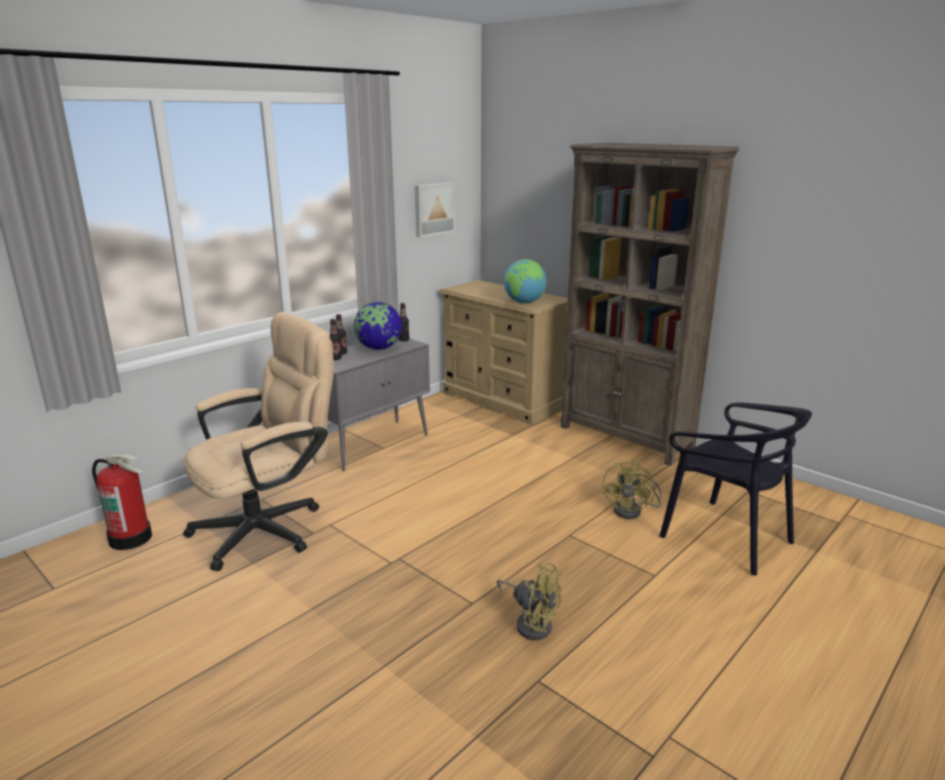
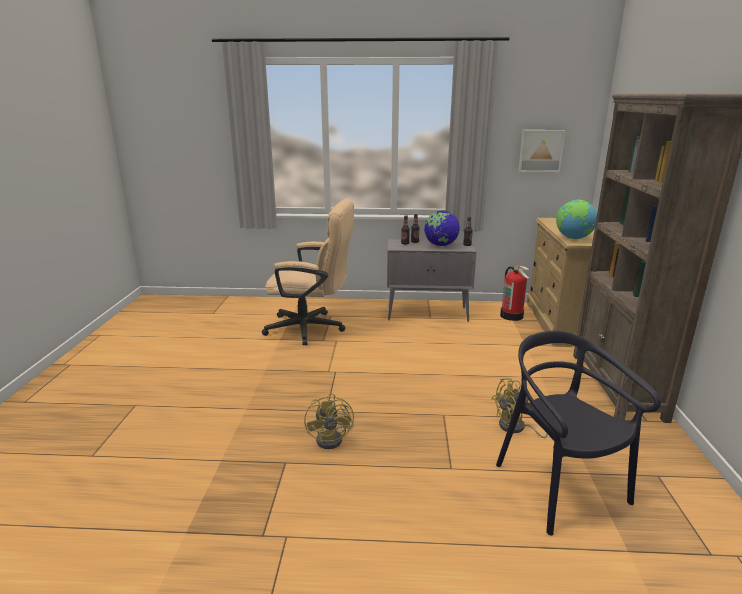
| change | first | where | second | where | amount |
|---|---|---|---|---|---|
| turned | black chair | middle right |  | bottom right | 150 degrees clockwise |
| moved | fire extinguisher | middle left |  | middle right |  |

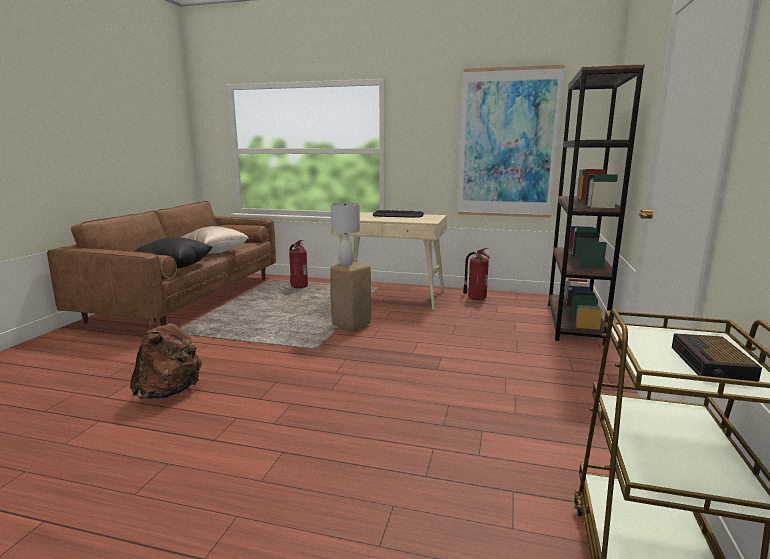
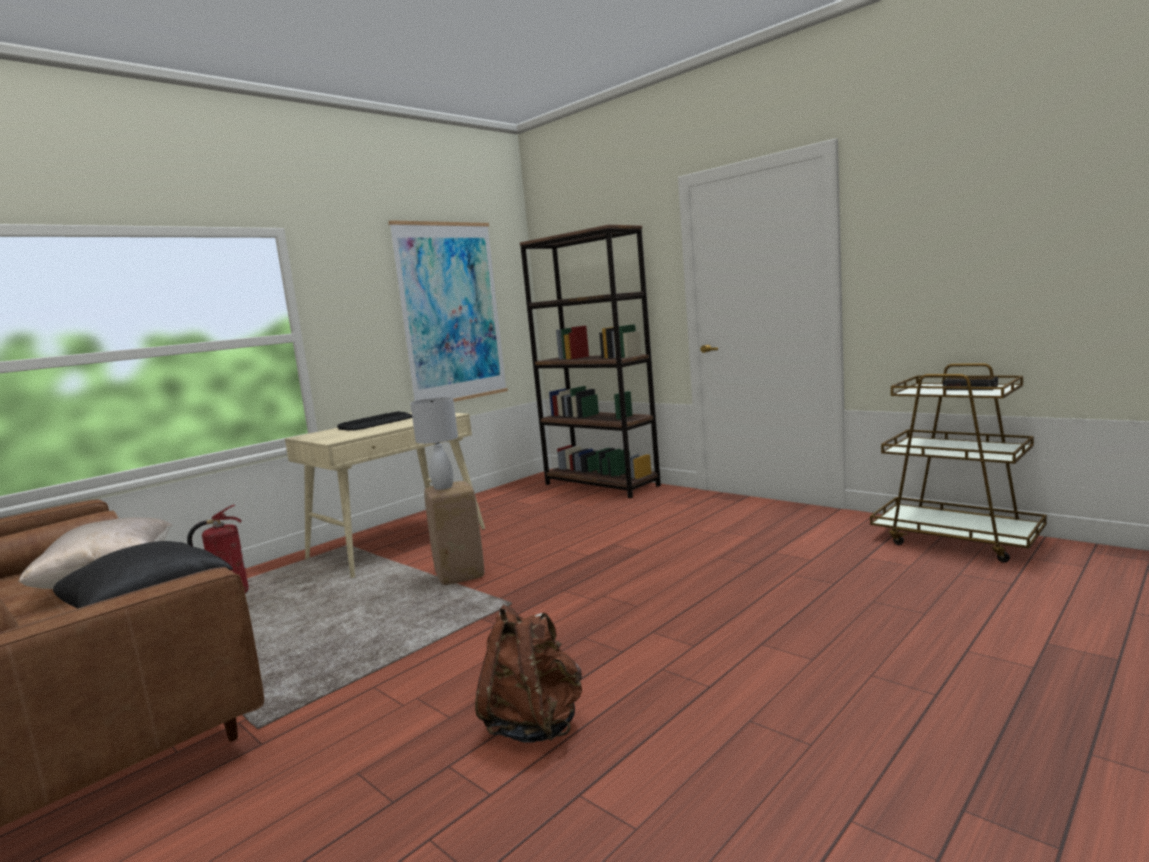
| change | first | where | second | where | amount |
|---|---|---|---|---|---|
| removed | fire extinguisher (2nd from left) | centre |  |  |  |

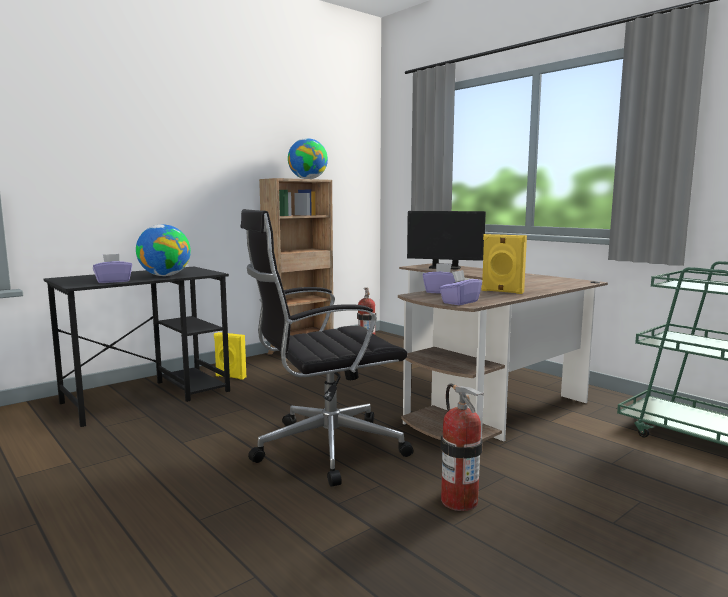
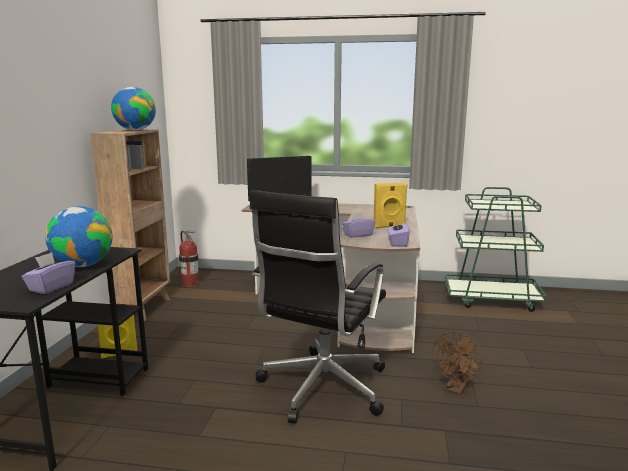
| change | first | where | second | where | amount |
|---|---|---|---|---|---|
| replaced | fire extinguisher (2nd from left) | bottom centre | brown fan | bottom right |  |

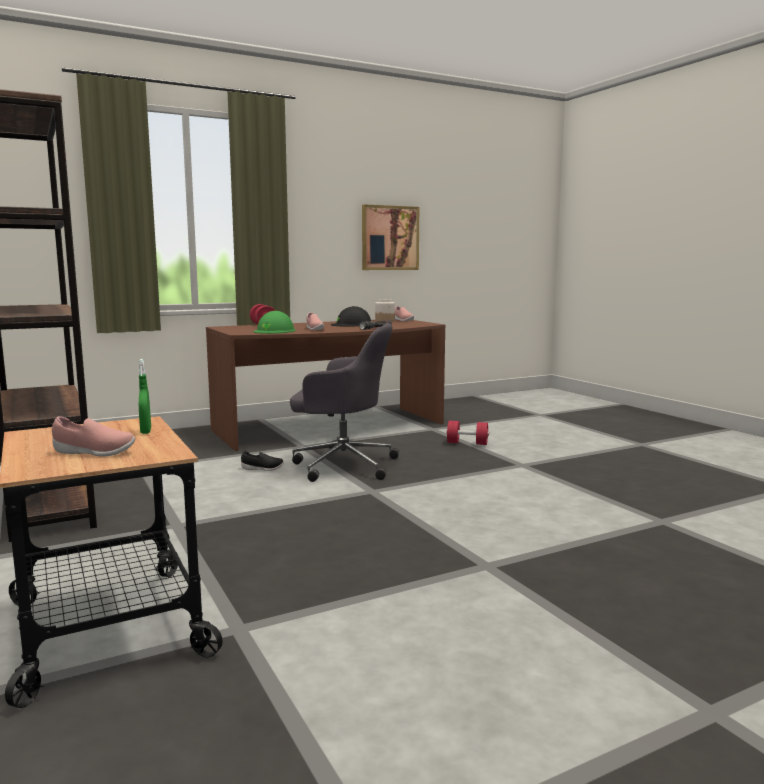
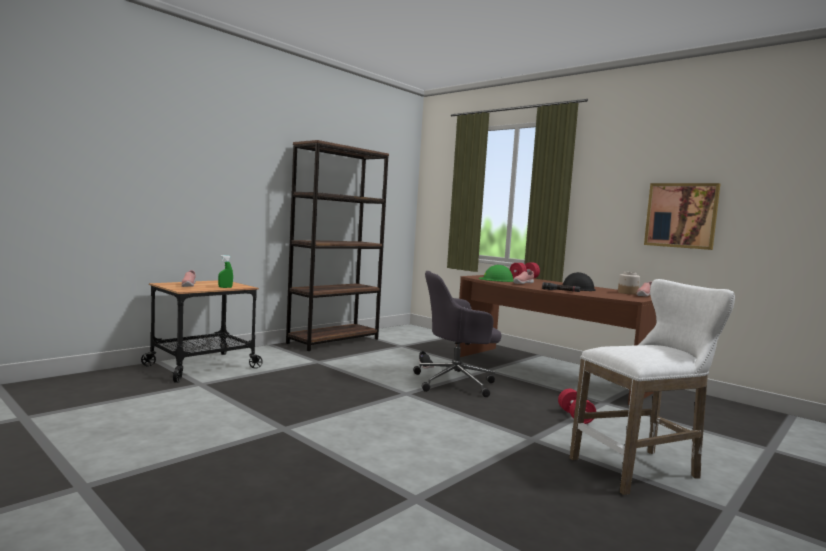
| change | first | where | second | where | amount |
|---|---|---|---|---|---|
| turned | grey office chair | centre |  | centre | 90 degrees clockwise |
| added |  |  | white stool | bottom right |  |

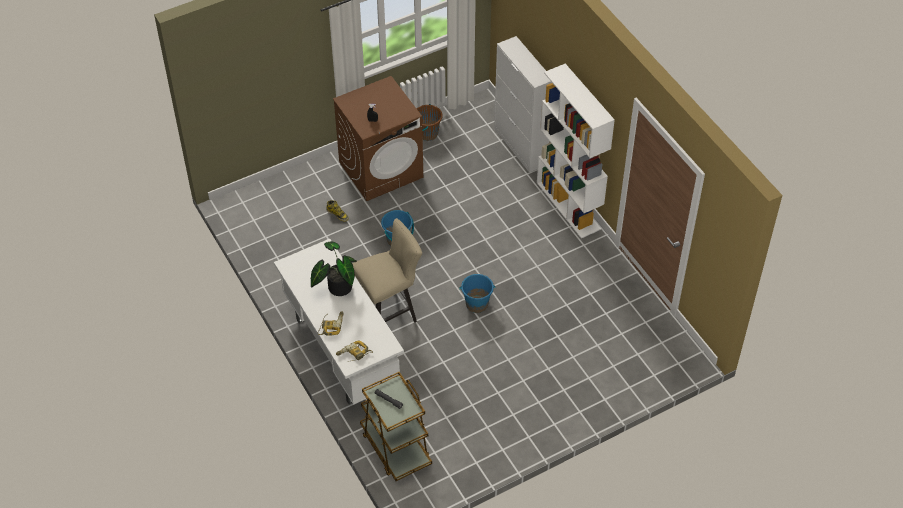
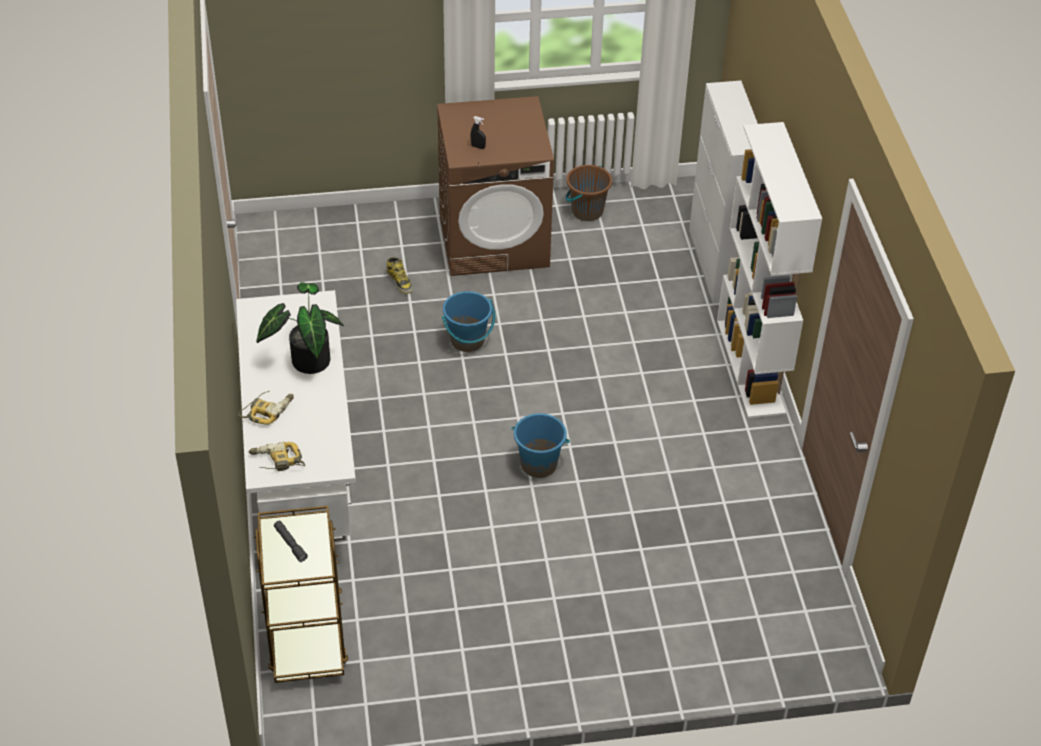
| change | first | where | second | where | amount |
|---|---|---|---|---|---|
| removed | beige stool | centre |  |  |  |

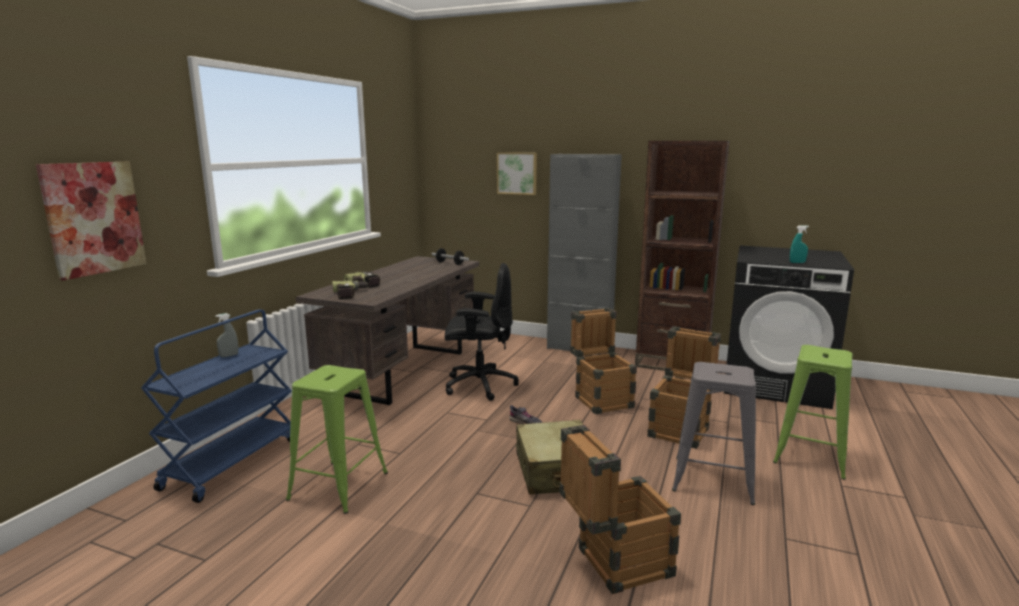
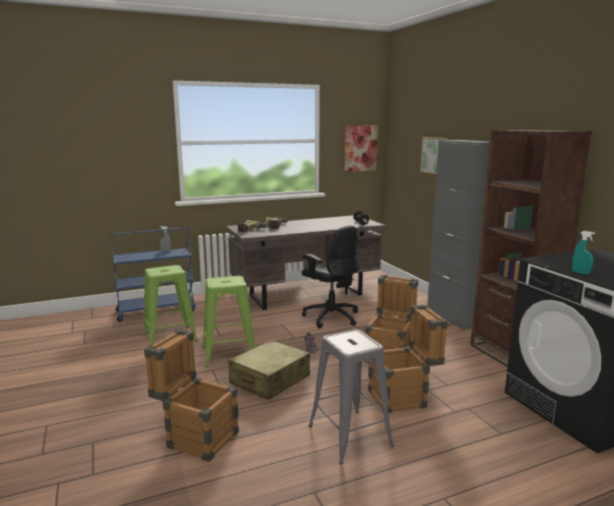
| change | first | where | second | where | amount |
|---|---|---|---|---|---|
| moved | green stool (2nd from left) | bottom right |  | centre |  |
| moved | picture (1st from left) | middle left |  | top centre |  |

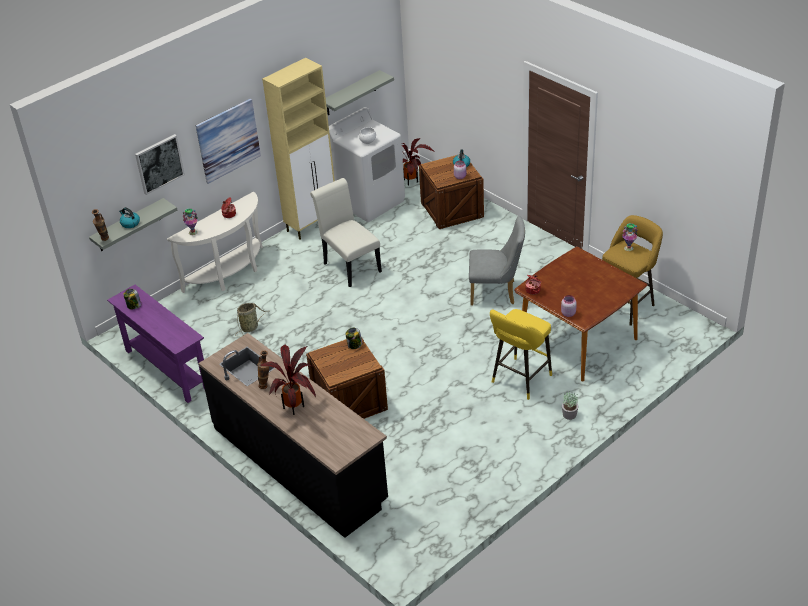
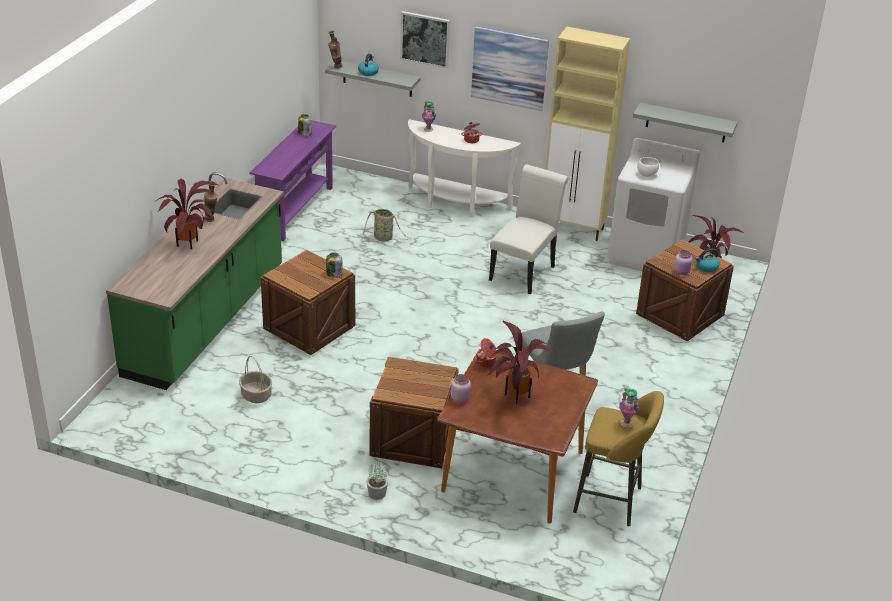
| change | first | where | second | where | amount |
|---|---|---|---|---|---|
| recoloured | black counter | bottom centre | green counter | middle left |  |
| added |  |  | basket (1st from left) | middle left |  |
| replaced | yellow stool (1st from left) | centre | crate (2nd from left) | bottom centre |  |
| added |  |  | potted plant (3rd from left) | centre |  |

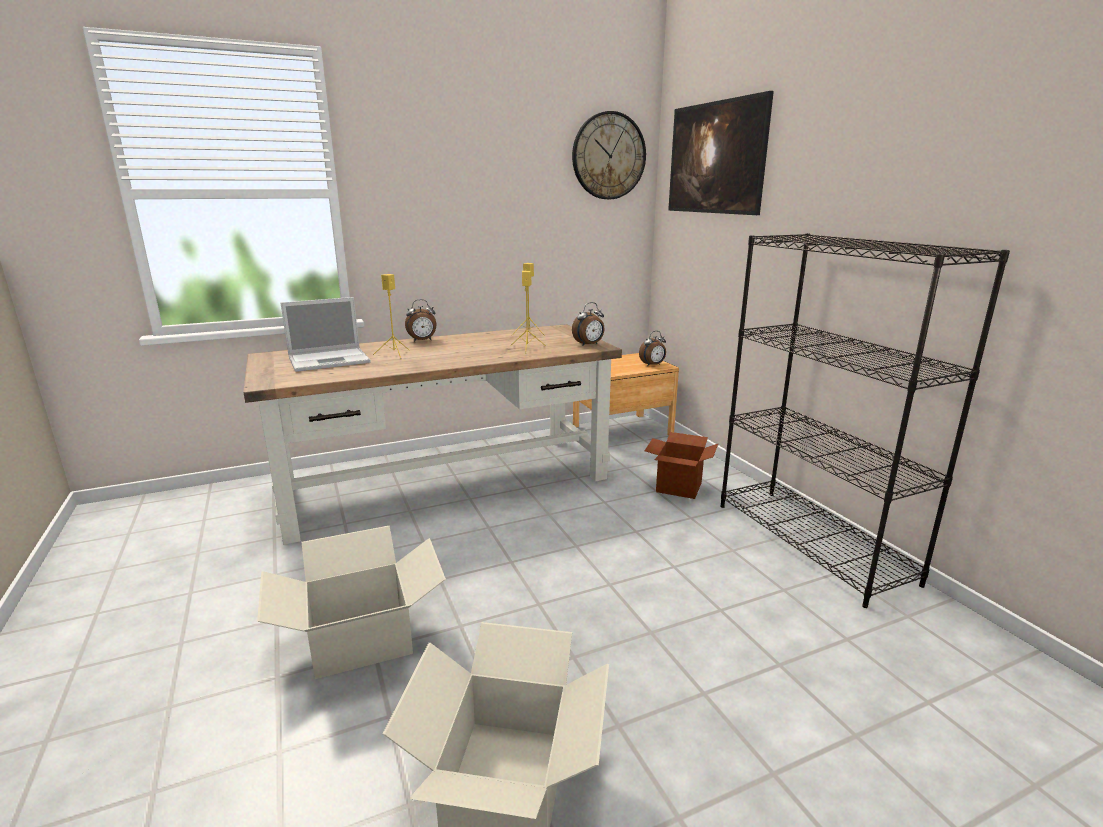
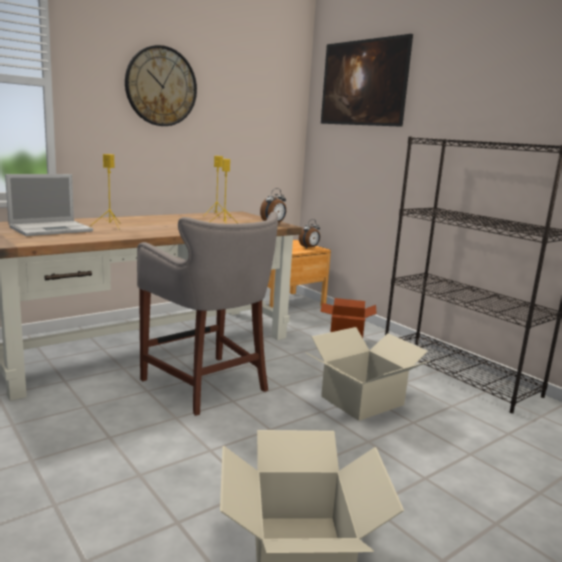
| change | first | where | second | where | amount |
|---|---|---|---|---|---|
| moved | wall clock | top centre |  | top left |  |
| added |  |  | grey stool | centre |  |
| moved | cardboard box (1st from left in the first image) | bottom left | cardboard box (3rd from left) | centre |  |
| removed | alarm clock (1st from left) | centre |  |  |  |

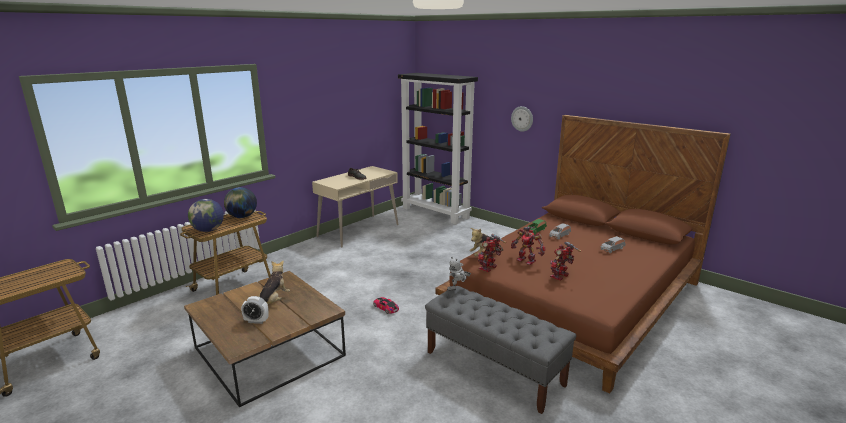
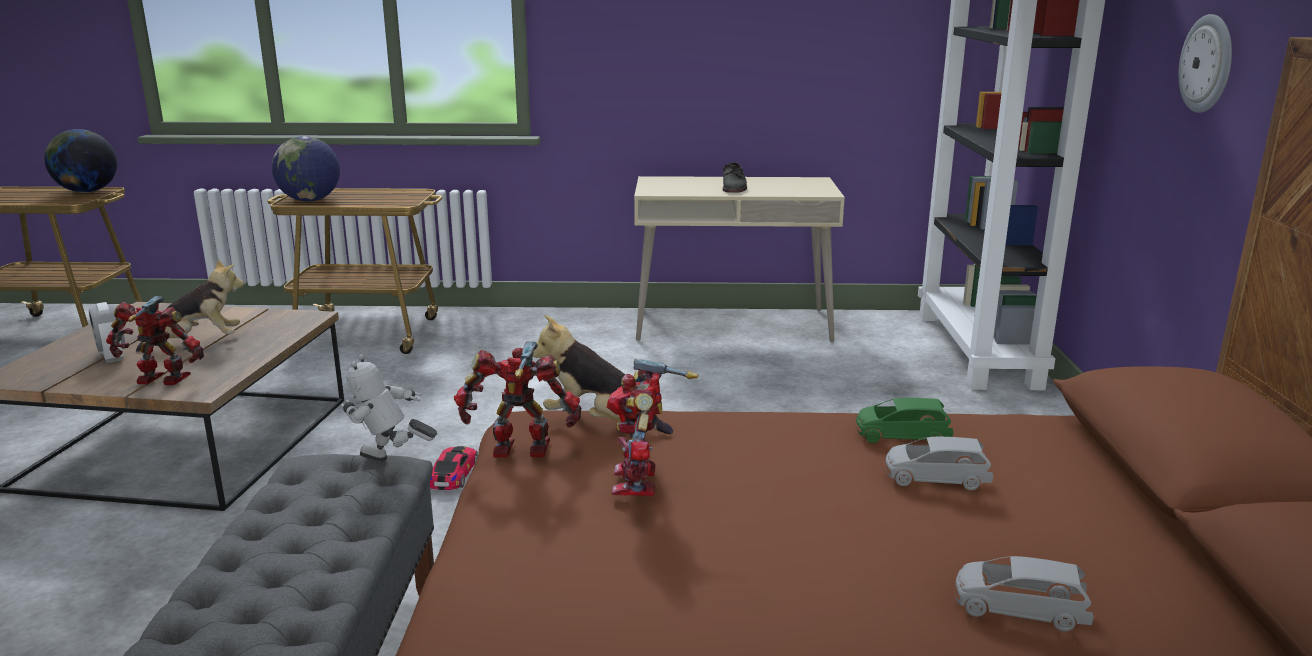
| change | first | where | second | where | amount |
|---|---|---|---|---|---|
| moved | globe (2nd from left in the first image) | middle left | globe (1st from left) | top left |  |
| moved | toy robot (4th from left in the first image) | middle right | toy robot (1st from left) | middle left |  |

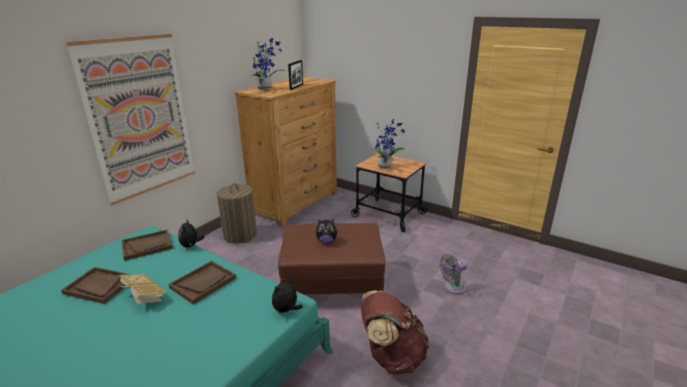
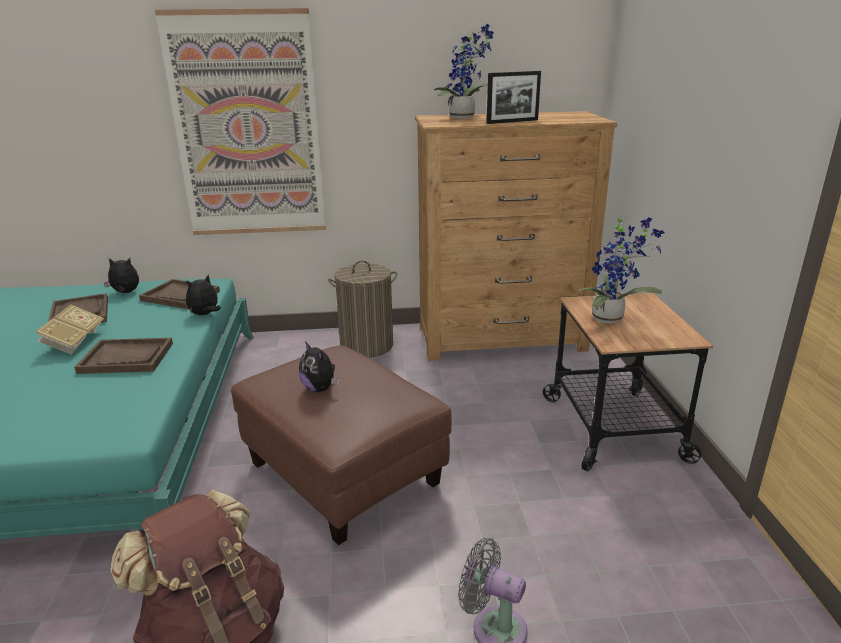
| change | first | where | second | where | amount |
|---|---|---|---|---|---|
| moved | plush toy (2nd from left in the first image) | bottom centre | plush toy (1st from left) | middle left |  |

